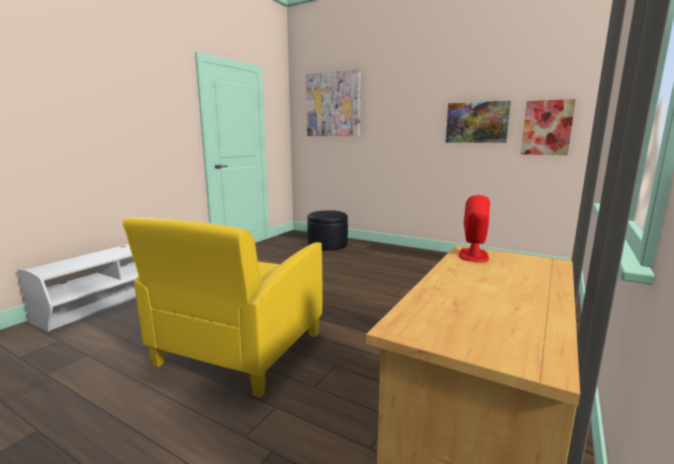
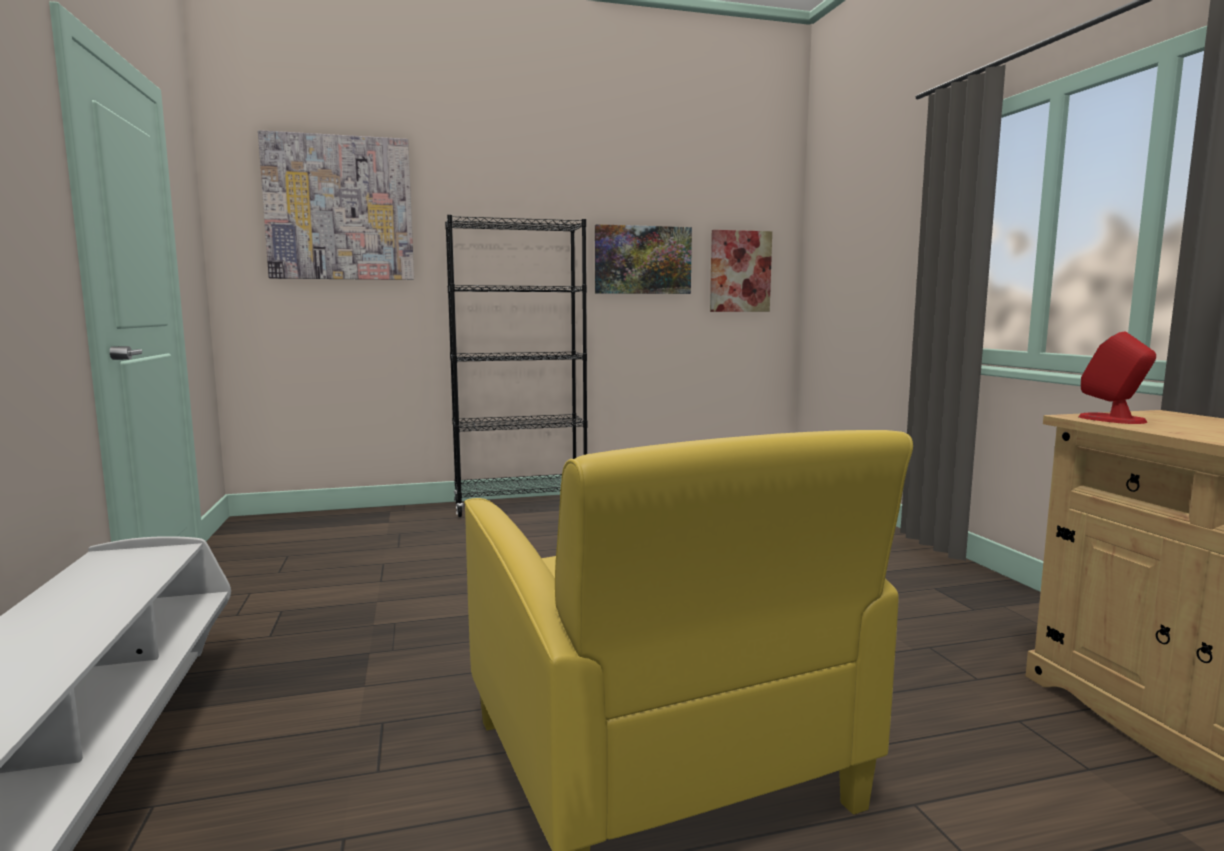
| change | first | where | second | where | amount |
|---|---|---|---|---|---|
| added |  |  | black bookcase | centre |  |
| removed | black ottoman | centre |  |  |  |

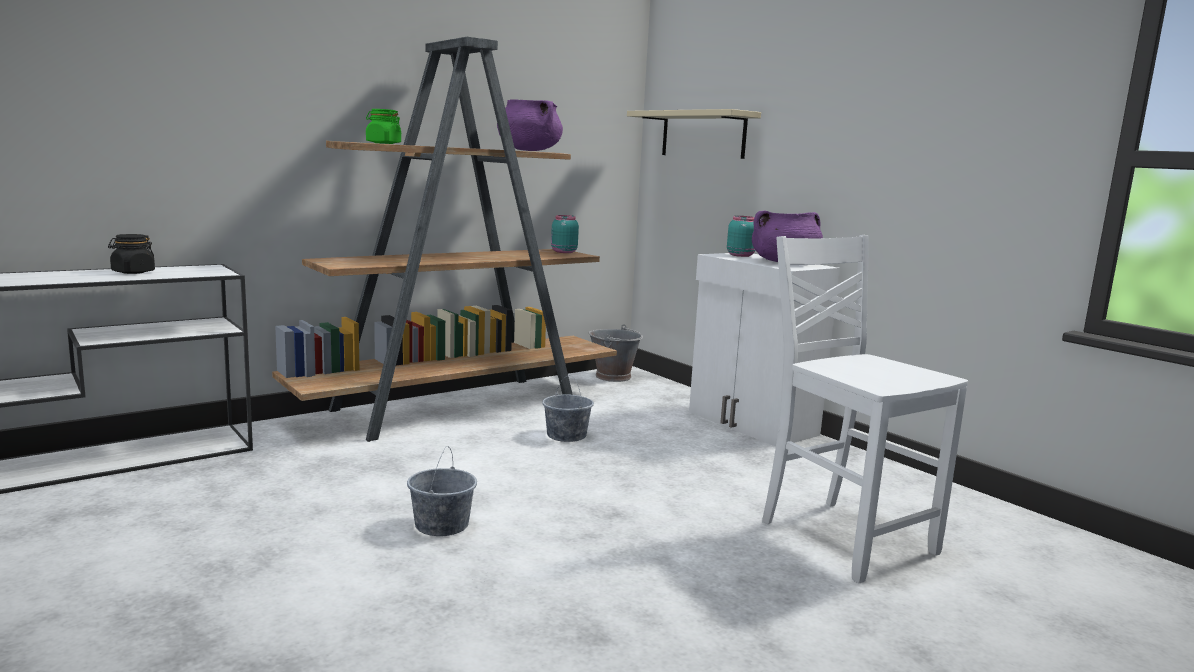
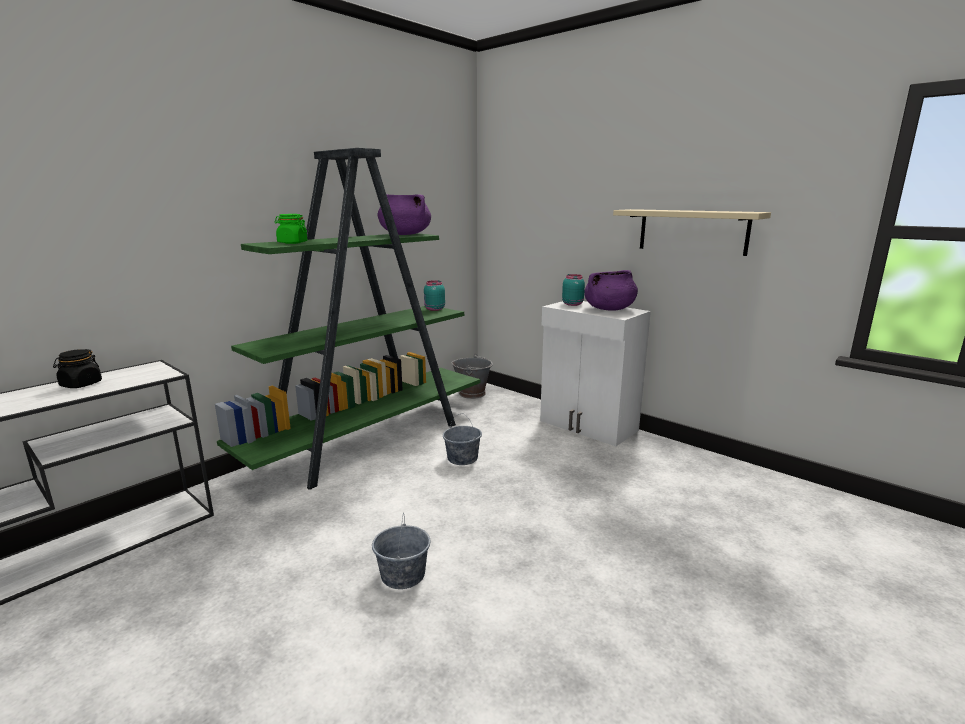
| change | first | where | second | where | amount |
|---|---|---|---|---|---|
| recoloured | brown bookcase | centre | green bookcase | centre |  |
| moved | beige shelf | top centre |  | top right |  |
| removed | white chair | middle right |  |  |  |

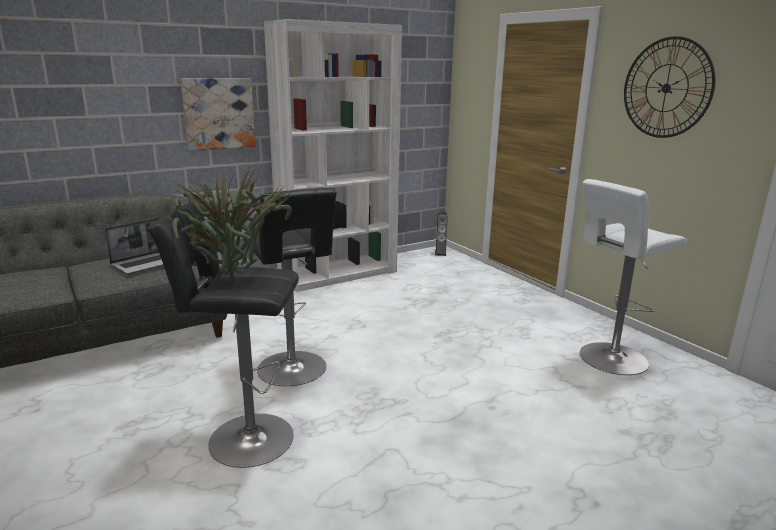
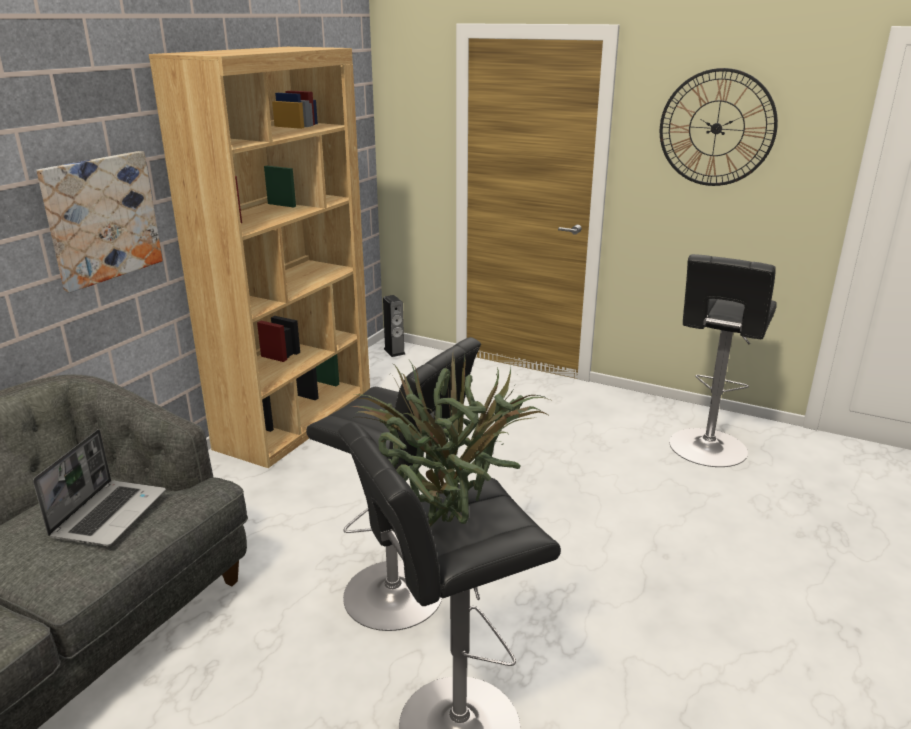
| change | first | where | second | where | amount |
|---|---|---|---|---|---|
| recoloured | white bookcase | top centre | brown bookcase | middle left |  |
| recoloured | white stool | middle right | black stool (3rd from left) | middle right |  |

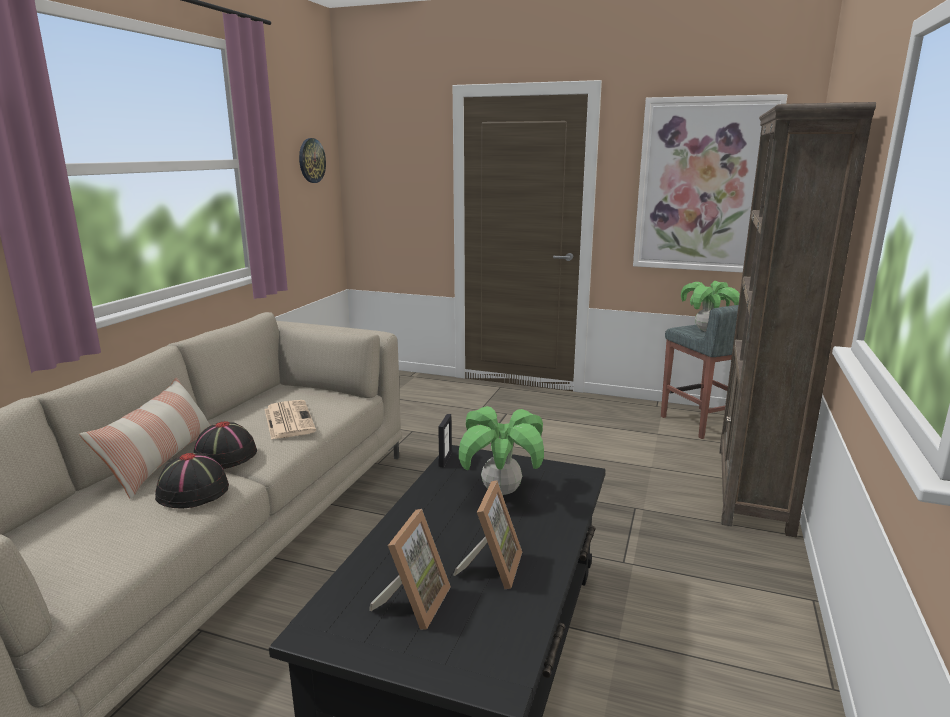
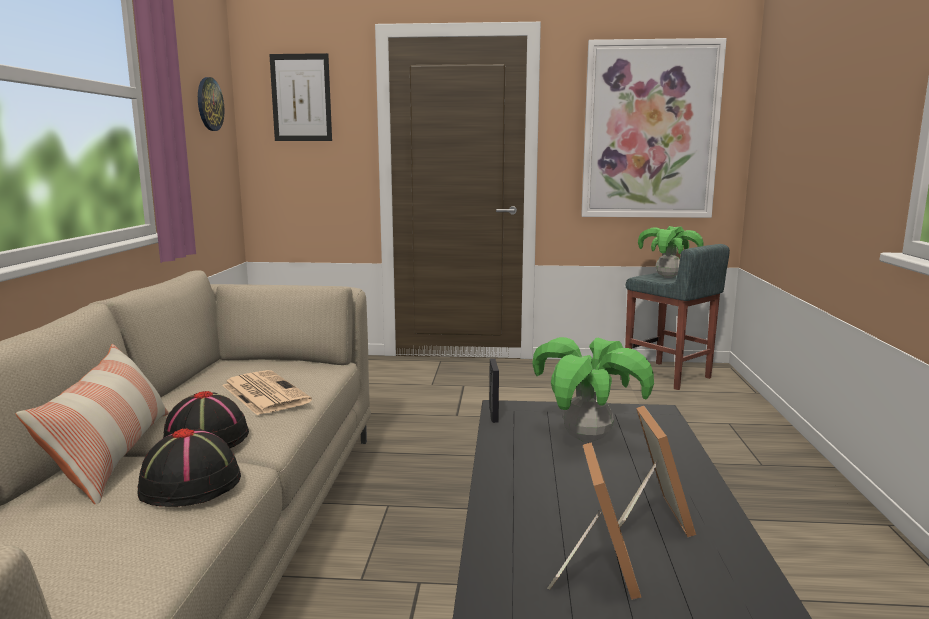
| change | first | where | second | where | amount |
|---|---|---|---|---|---|
| added |  |  | picture (1st from left) | top left |  |
| removed | brown bookcase | middle right |  |  |  |

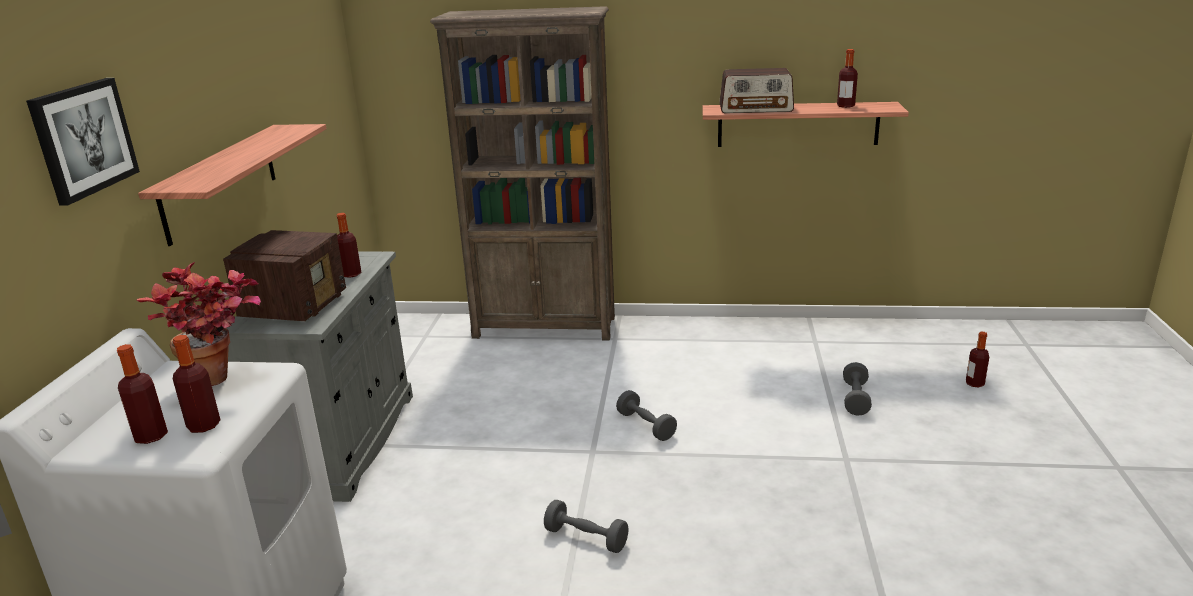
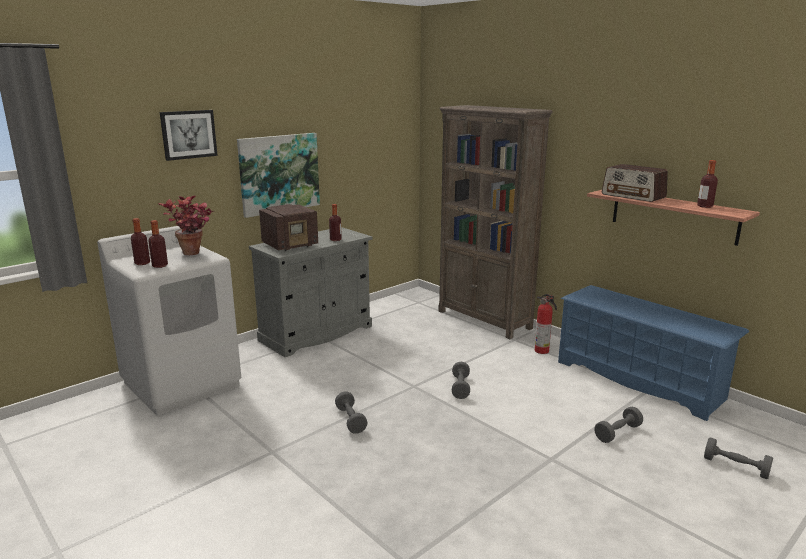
| change | first | where | second | where | amount |
|---|---|---|---|---|---|
| replaced | shelf (1st from left) | top left | picture (2nd from left) | top centre |  |
| added |  |  | fire extinguisher | middle right |  |
| added |  |  | blue shoe rack | middle right |  |
| replaced | bottle (5th from left) | middle right | grey dumbbell (4th from left) | bottom right |  |

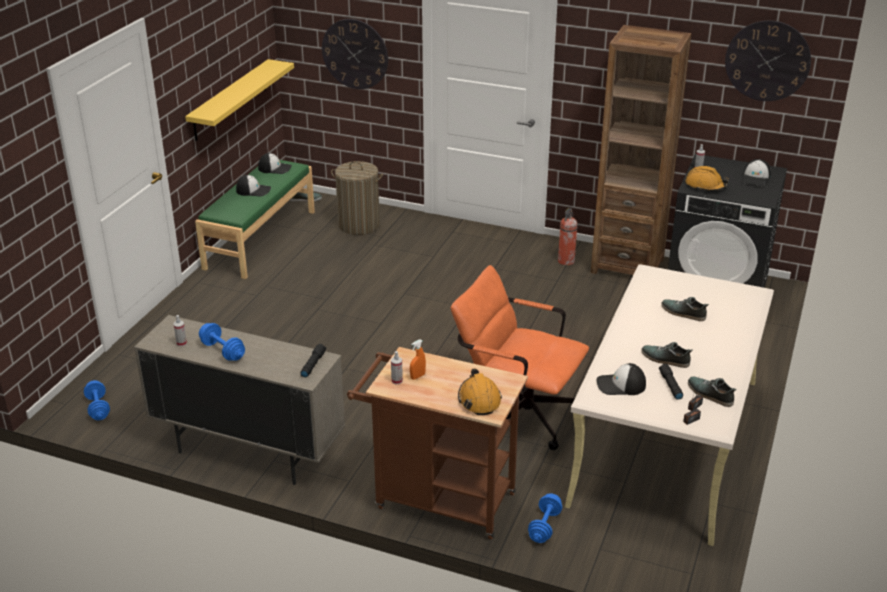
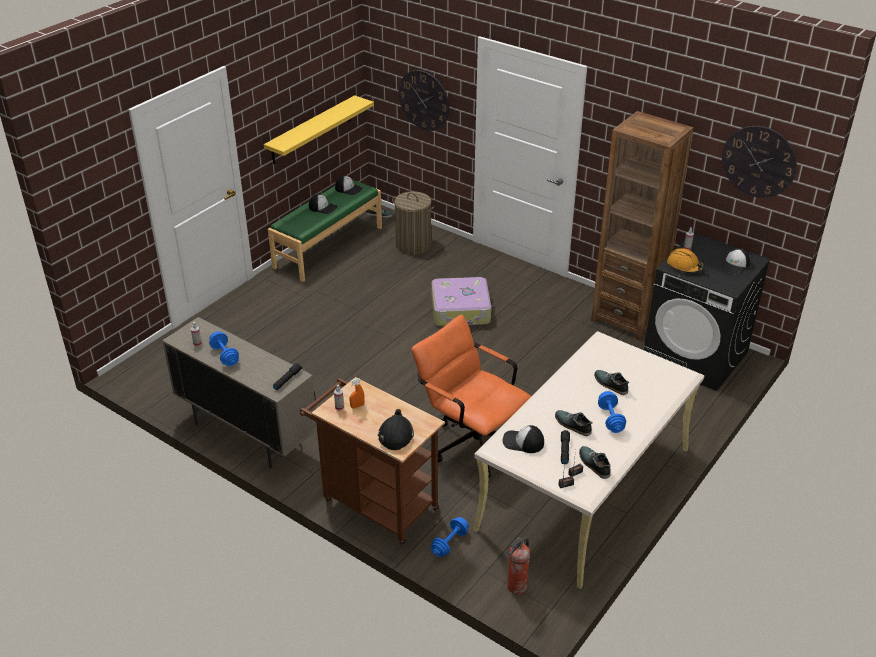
| change | first | where | second | where | amount |
|---|---|---|---|---|---|
| recoloured | orange hard hat (1st from left) | centre | black hard hat | centre |  |
| added |  |  | suitcase | centre |  |
| moved | fire extinguisher | centre |  | bottom centre |  |
| moved | blue dumbbell (1st from left in the first image) | bottom left | blue dumbbell (3rd from left) | middle right |  |

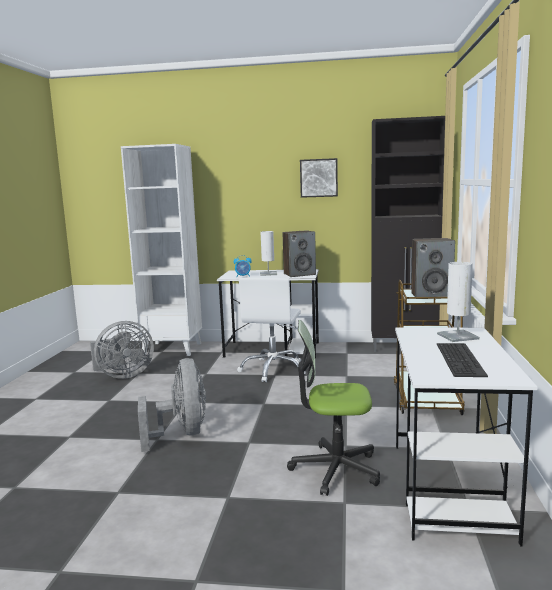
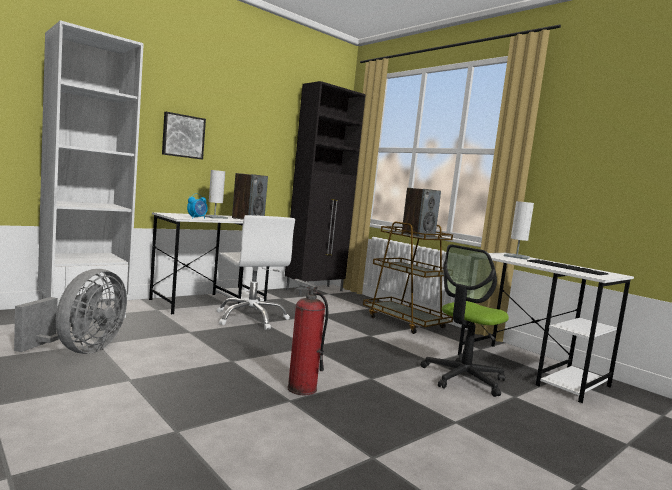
| change | first | where | second | where | amount |
|---|---|---|---|---|---|
| moved | picture | top centre |  | top left |  |
| replaced | grey fan (2nd from left) | bottom left | fire extinguisher | bottom centre |  |

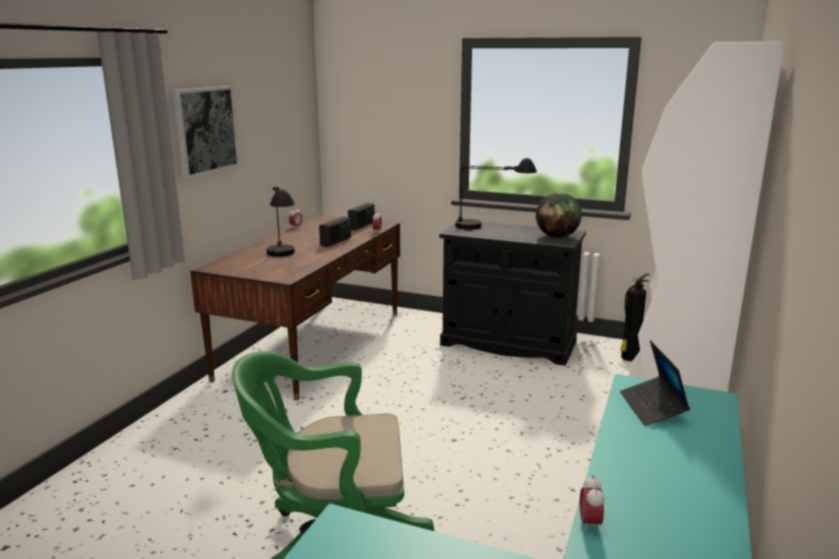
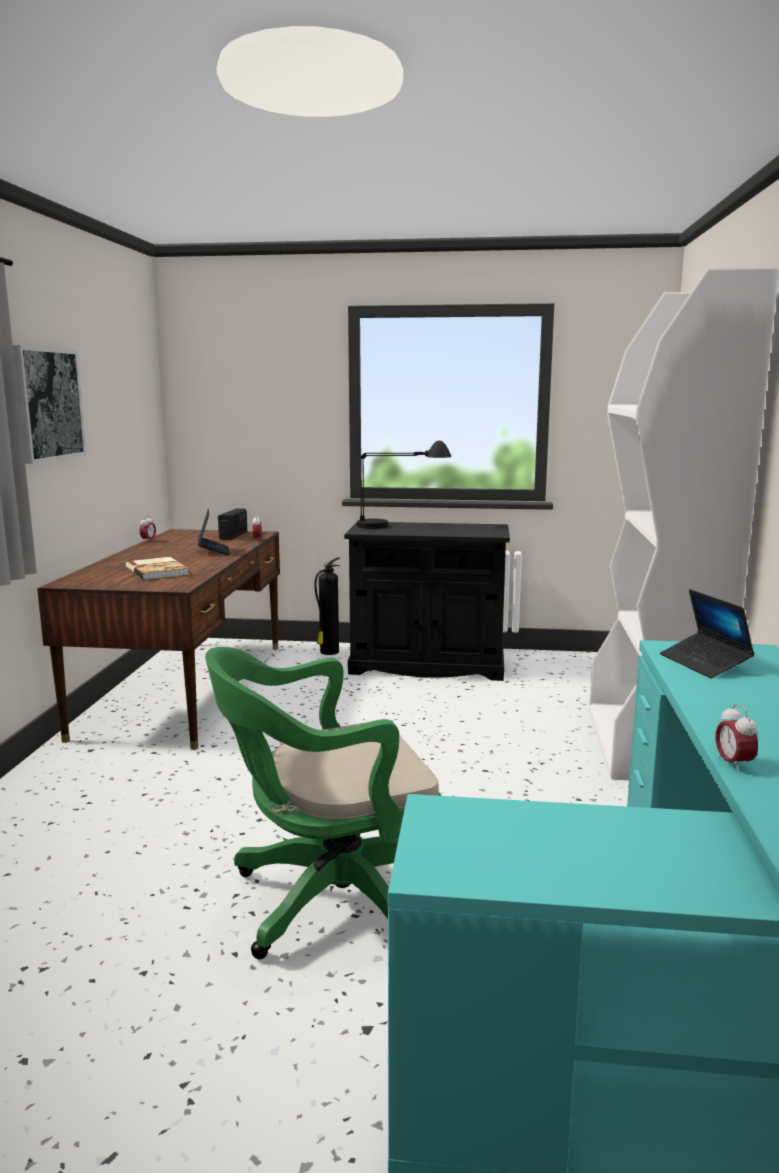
| change | first | where | second | where | amount |
|---|---|---|---|---|---|
| replaced | black table lamp (1st from left) | centre | book | middle left |  |
| replaced | radio (1st from left) | centre | laptop (1st from left) | middle left |  |
| moved | fire extinguisher | middle right |  | centre |  |
| removed | globe | centre |  |  |  |

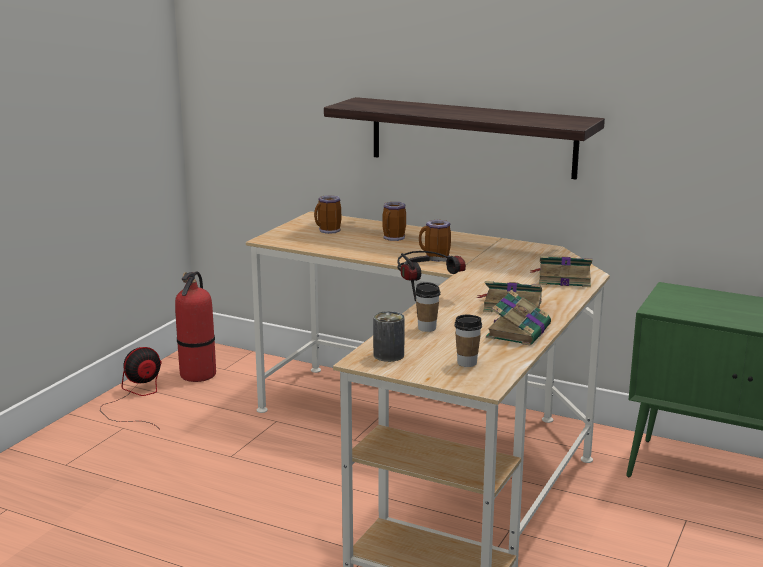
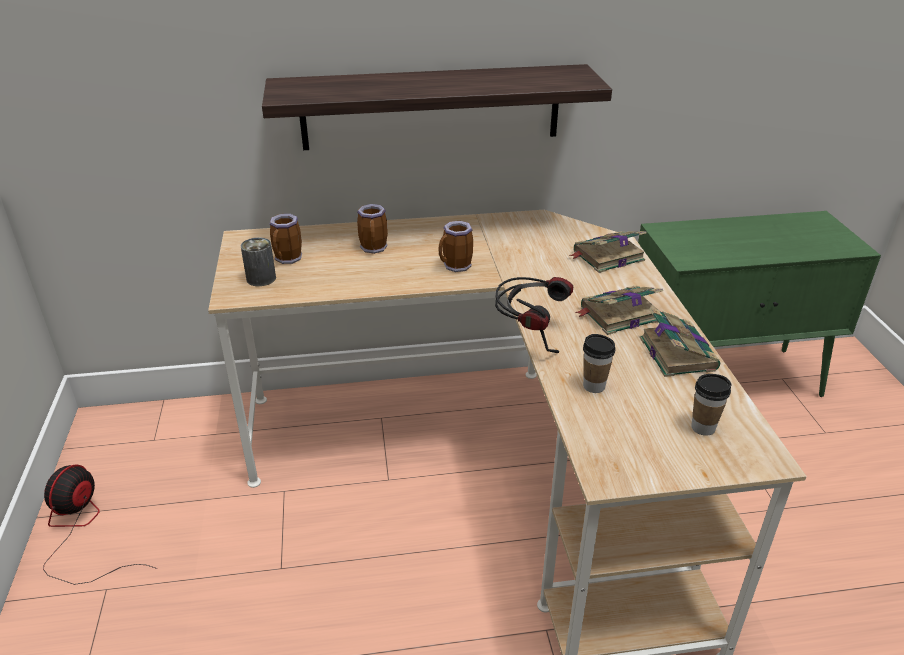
| change | first | where | second | where | amount |
|---|---|---|---|---|---|
| moved | can | centre |  | middle left |  |
| removed | fire extinguisher | middle left |  |  |  |

